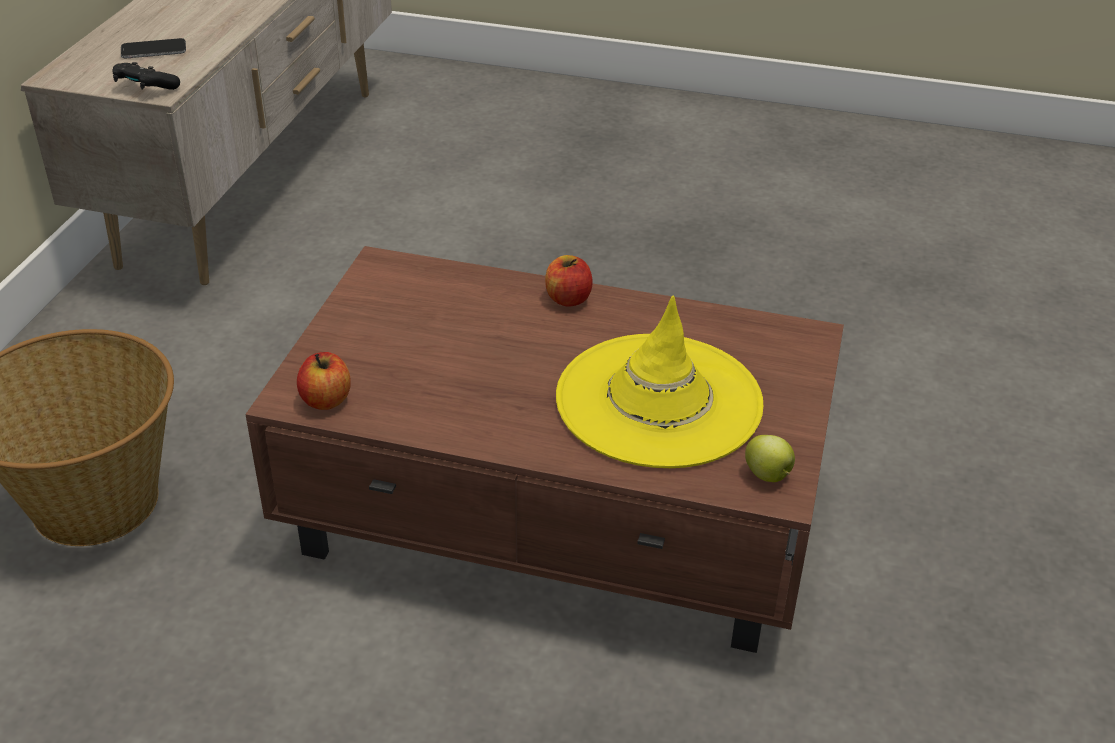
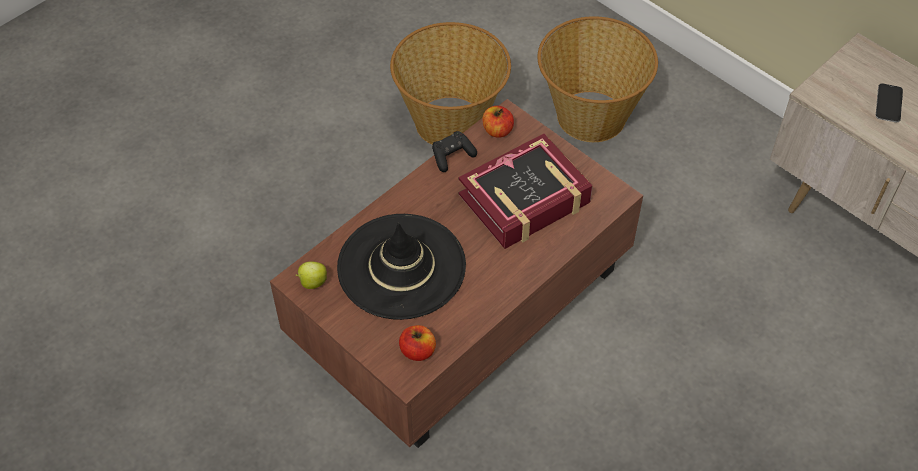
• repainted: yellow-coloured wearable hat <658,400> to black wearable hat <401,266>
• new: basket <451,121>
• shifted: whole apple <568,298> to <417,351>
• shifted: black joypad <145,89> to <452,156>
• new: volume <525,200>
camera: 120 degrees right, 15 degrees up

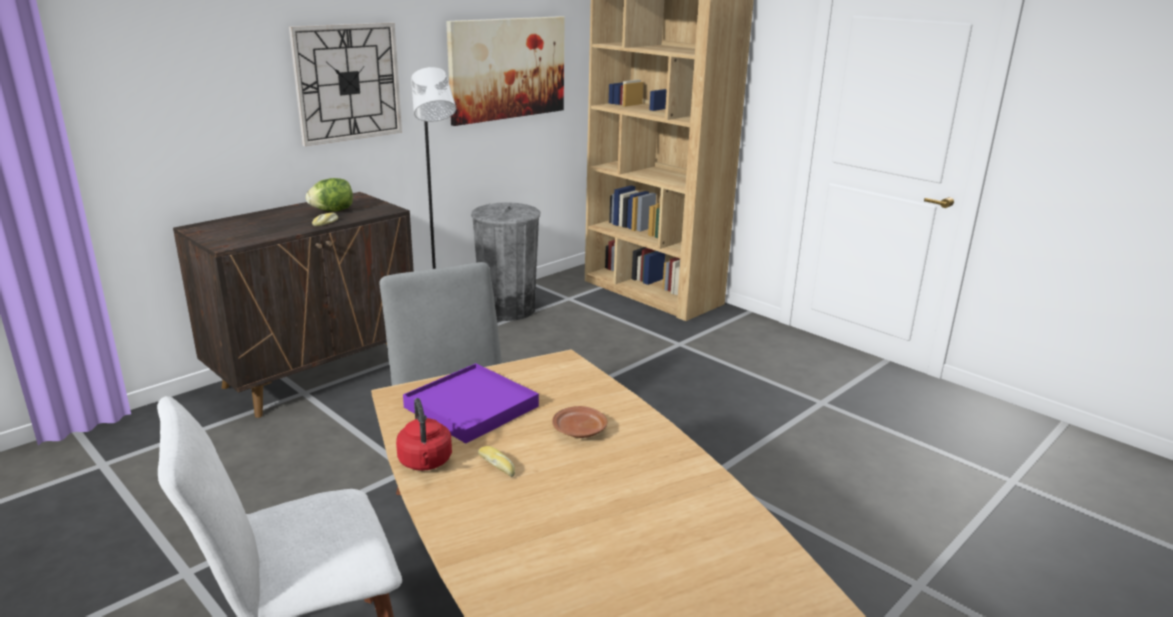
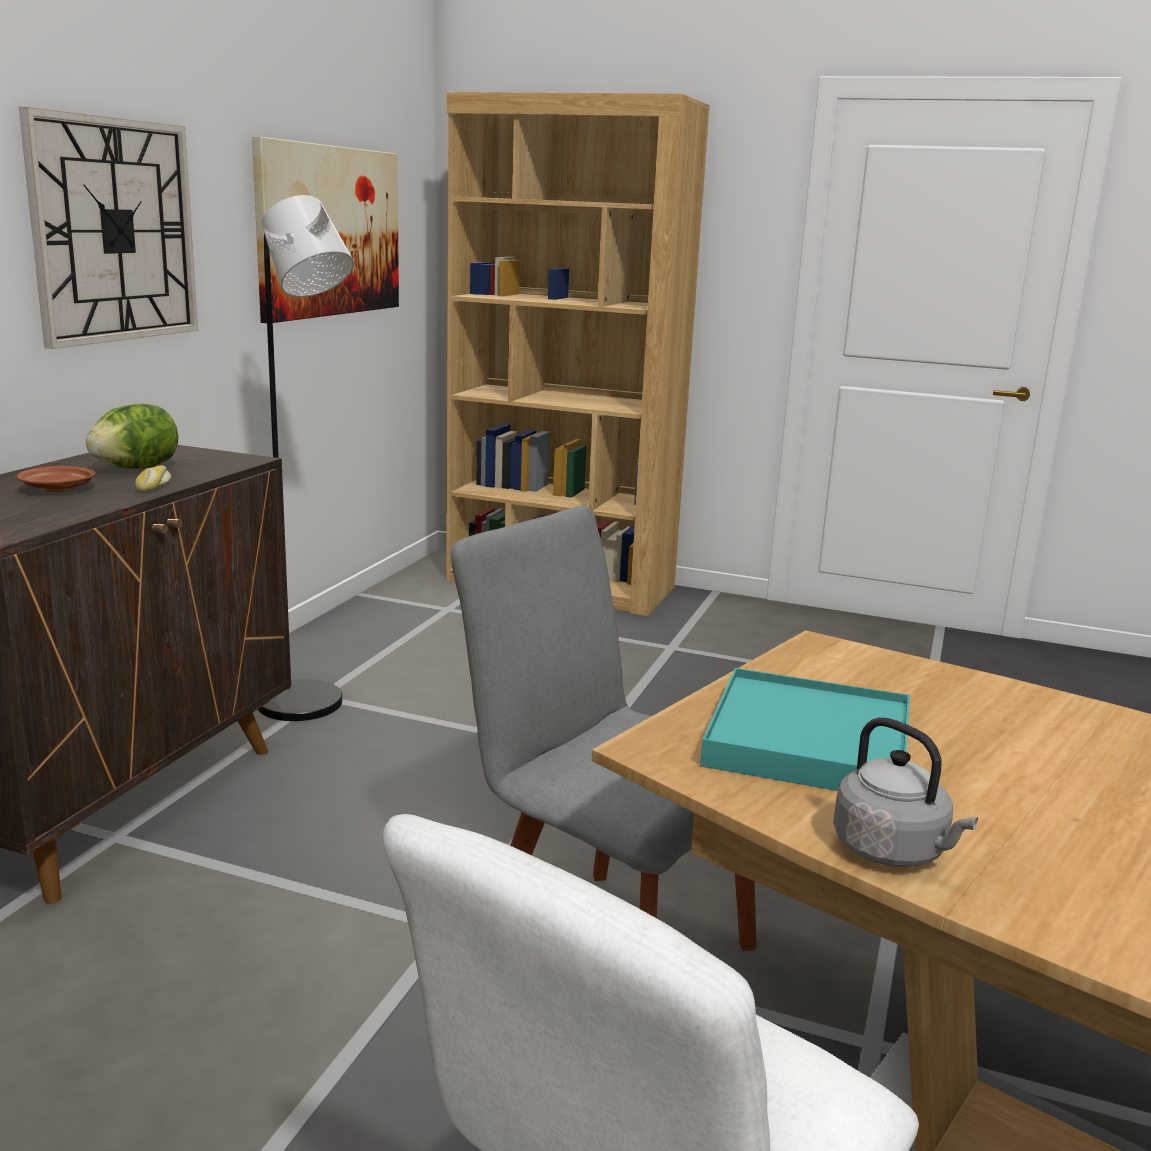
• shifted: brown flat dish <579,431> to <58,489>
• repainted: purple carrying tray <471,406> to blue-green carrying tray <808,741>
• repainted: red-coloured water kettle <425,463> to grey water kettle <894,851>
• gone: grey trash can <507,309>
• gone: bread <498,466>
camera: 25 degrees left, 5 degrees down

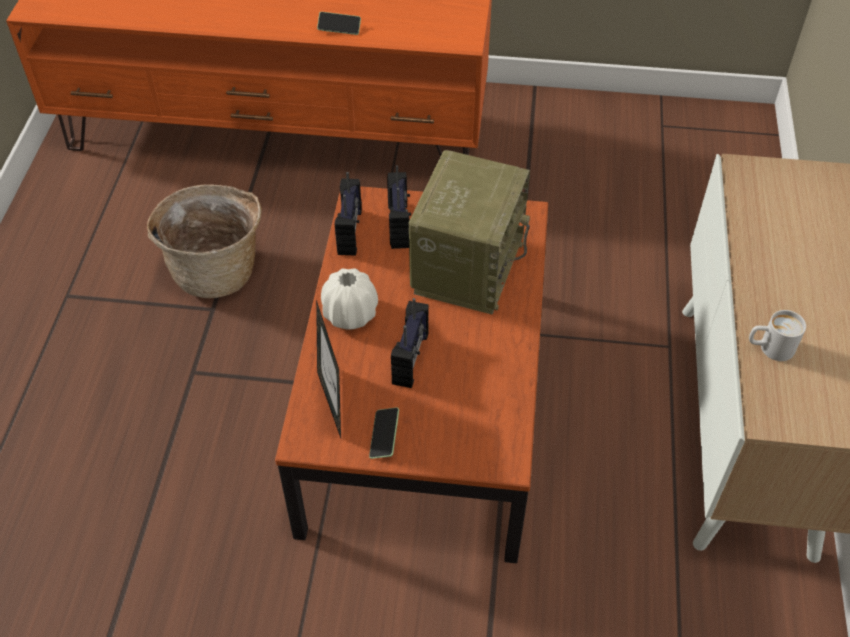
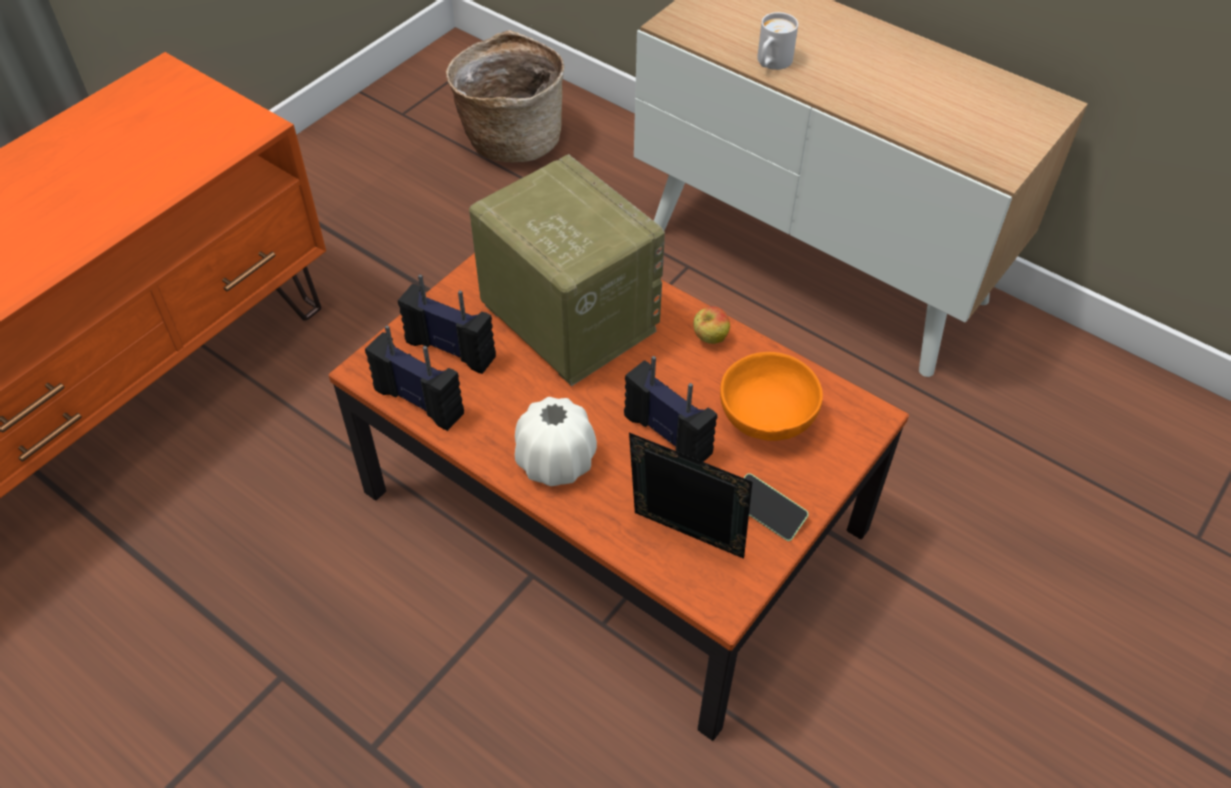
• shifted: basket <217,269> to <510,138>
• new: whole apple <710,339>
• new: orange-coloured serving bowl <766,421>
• shifted: white-coloured mug <769,348> to <771,63>
• gone: handset <339,28>
camera: 60 degrees left, 0 degrees up

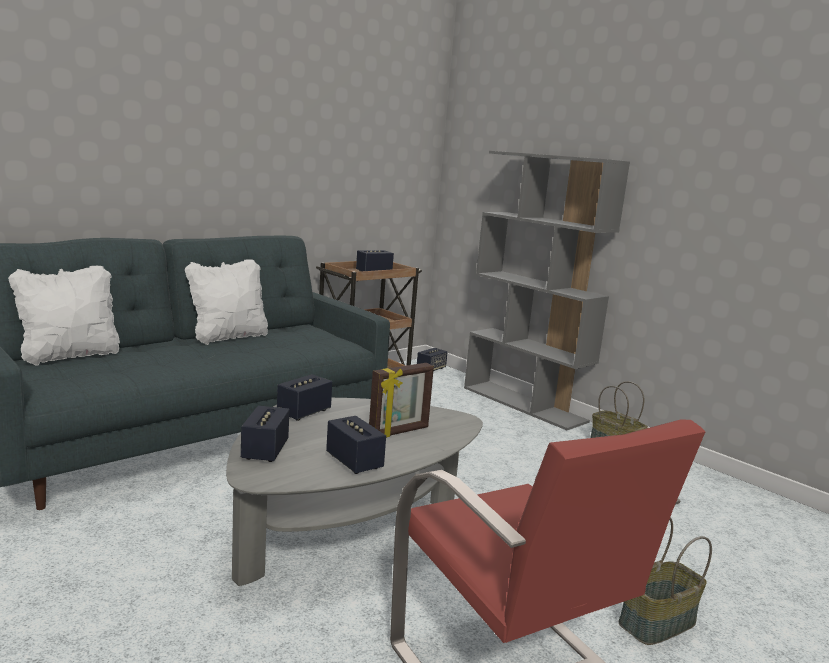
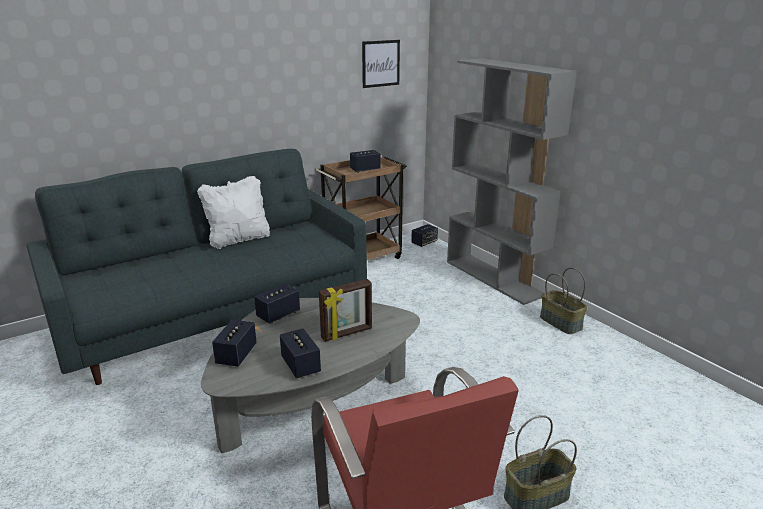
• new: wall picture <380,63>
• gone: white-coloured cushion <69,356>
camera: 10 degrees right, 10 degrees up

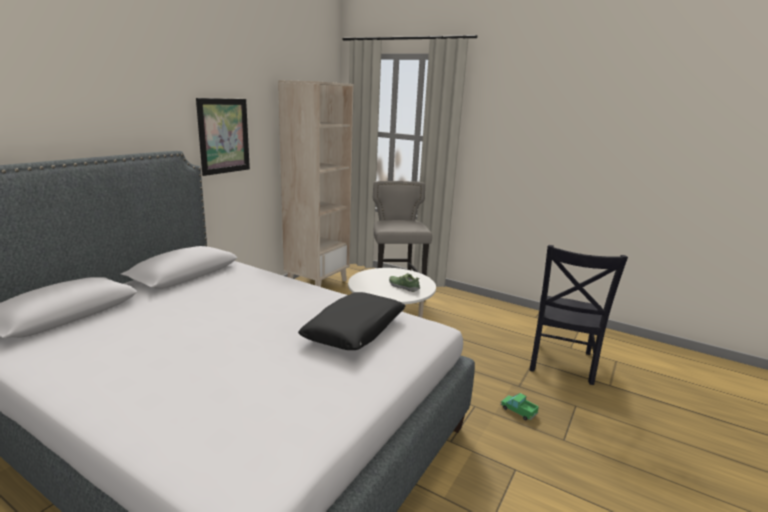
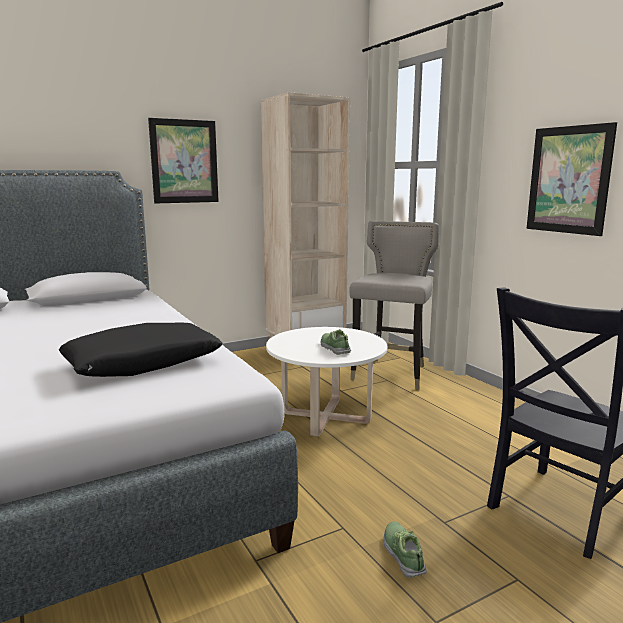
• swapped: toy lorry <518,411> to item of footwear <403,555>
• new: wall picture <568,180>
camera: 30 degrees right, 5 degrees down

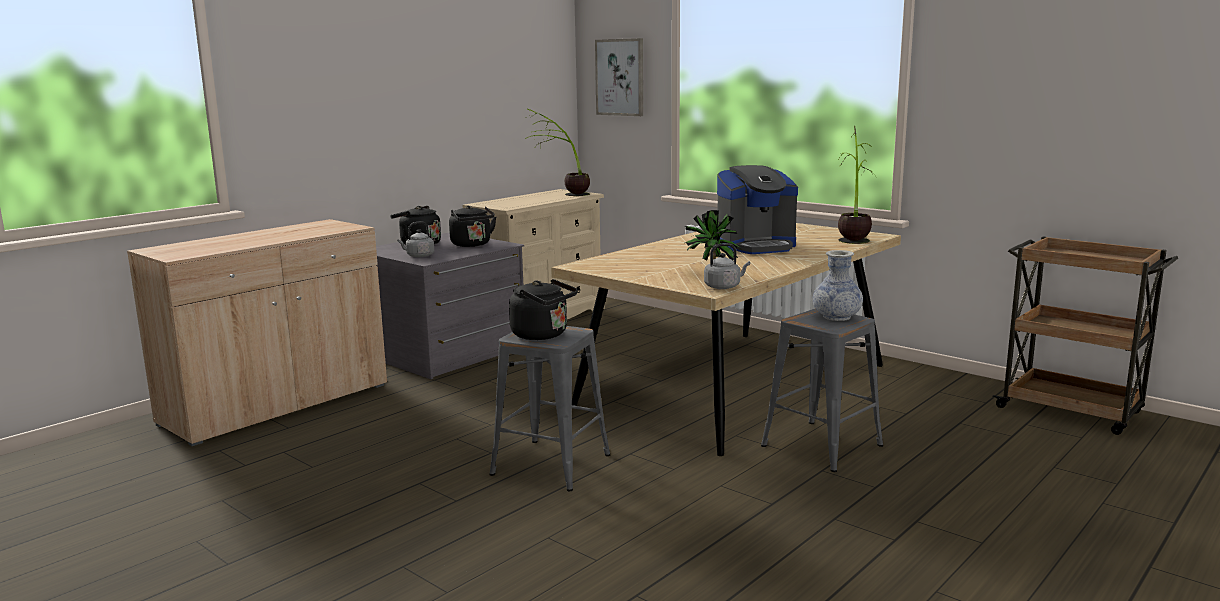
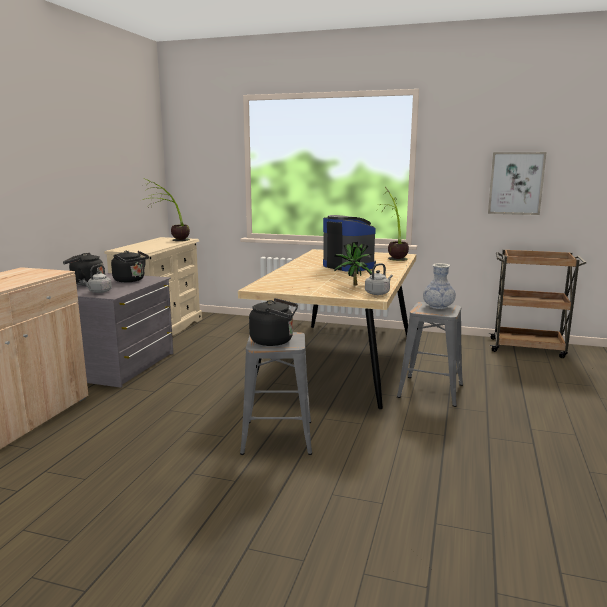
• rotated: coffee machine <756,246> = <349,266> 90 degrees counterclockwise
• shifted: wall picture <620,77> to <516,183>
camera: 25 degrees left, 0 degrees up

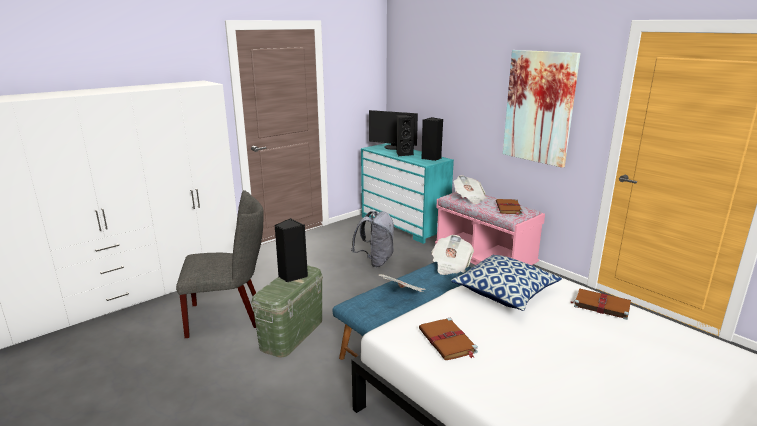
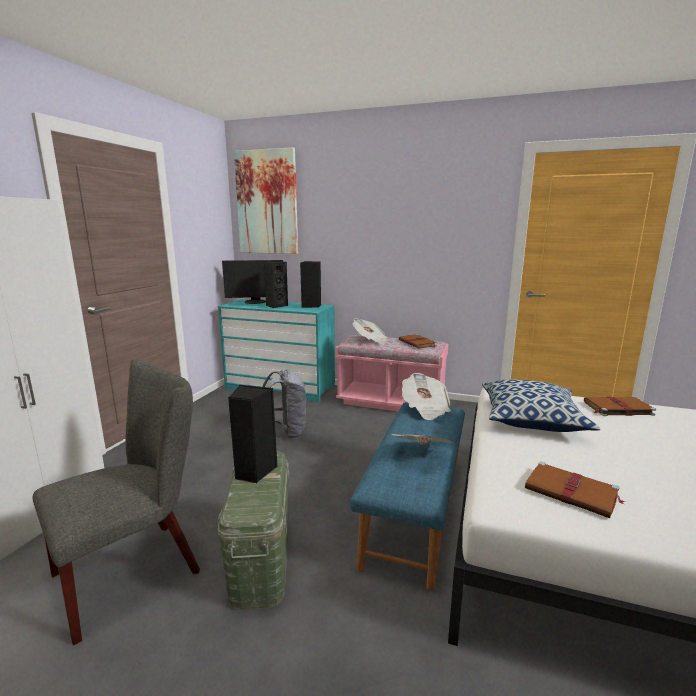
• shifted: wall picture <539,107> to <267,203>
camera: 30 degrees left, 5 degrees down

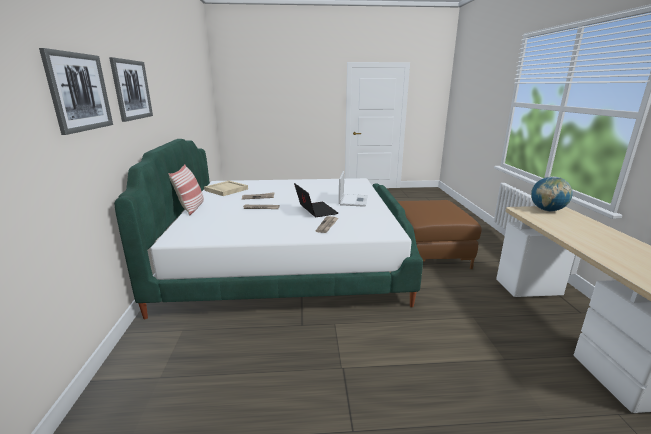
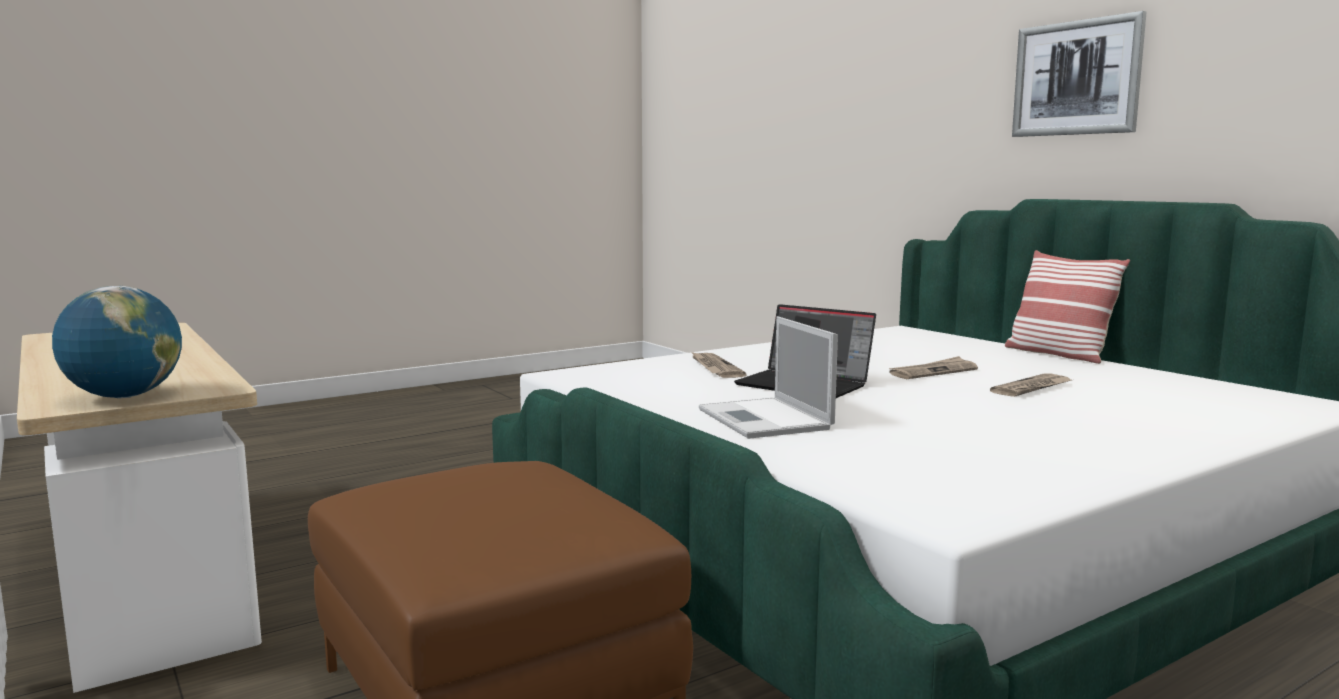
• gone: wall picture <79,92>
• gone: beige carrying tray <226,190>
camera: 150 degrees right, 10 degrees down

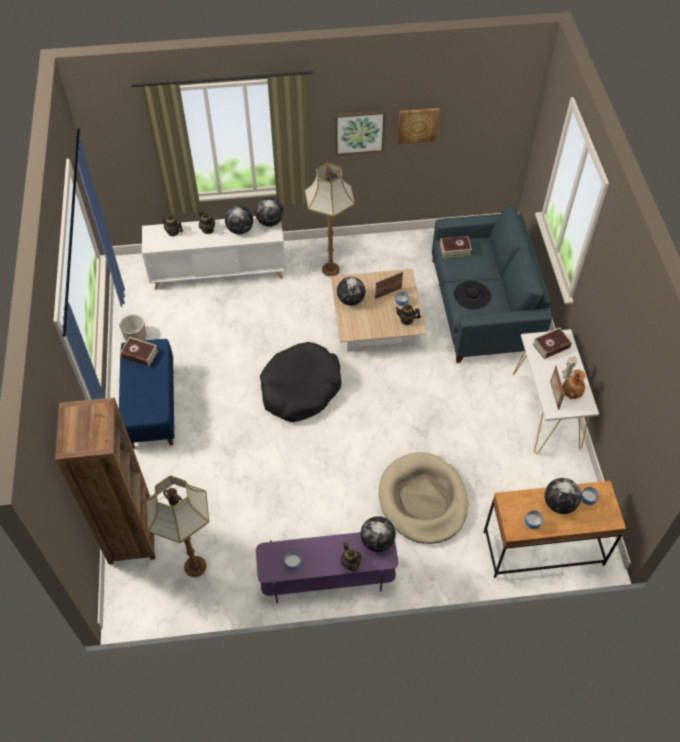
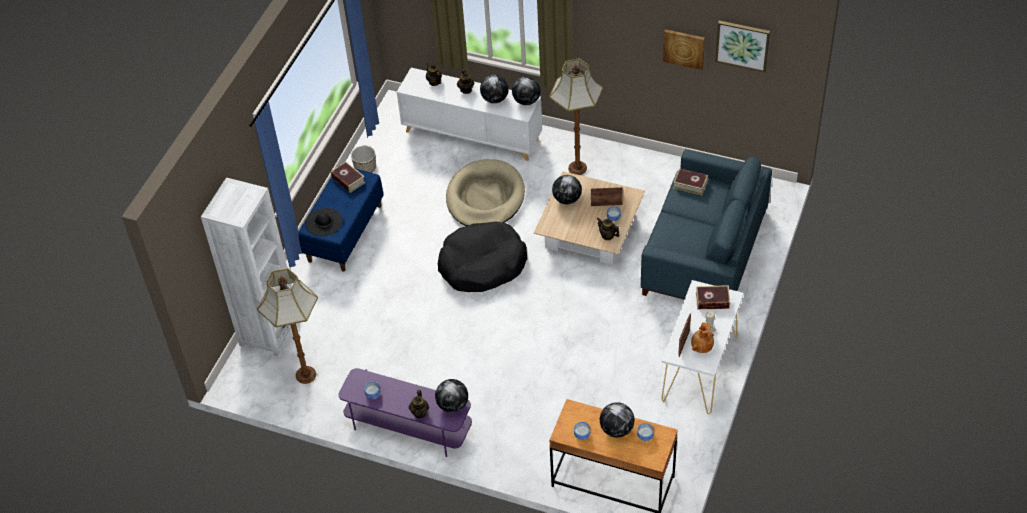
• repainted: brown bookshelf <132,536> to white-coloured bookshelf <269,331>
• shifted: black wearable hat <472,295> to <324,222>
• shifted: beige dog bed <423,500> to <485,198>
• shifted: wall picture <359,132> to <742,45>
camera: 30 degrees right, 5 degrees down

